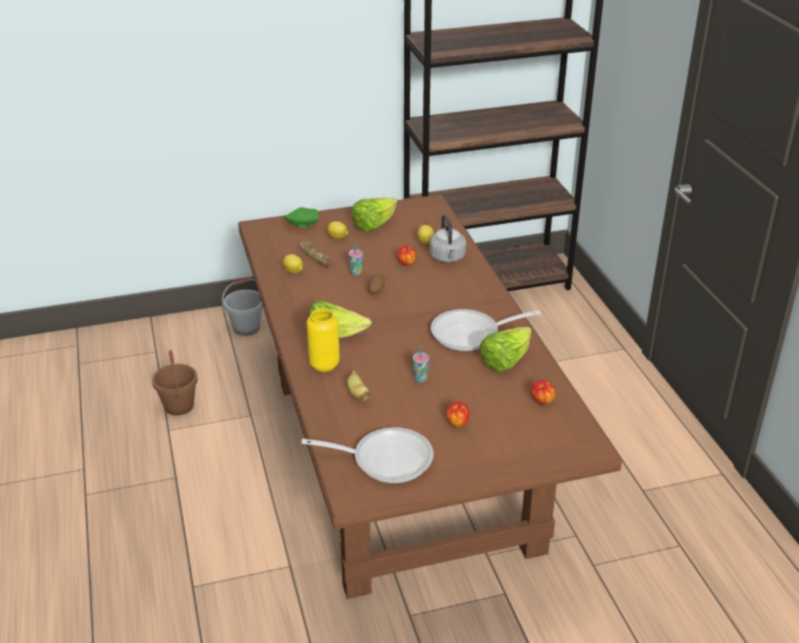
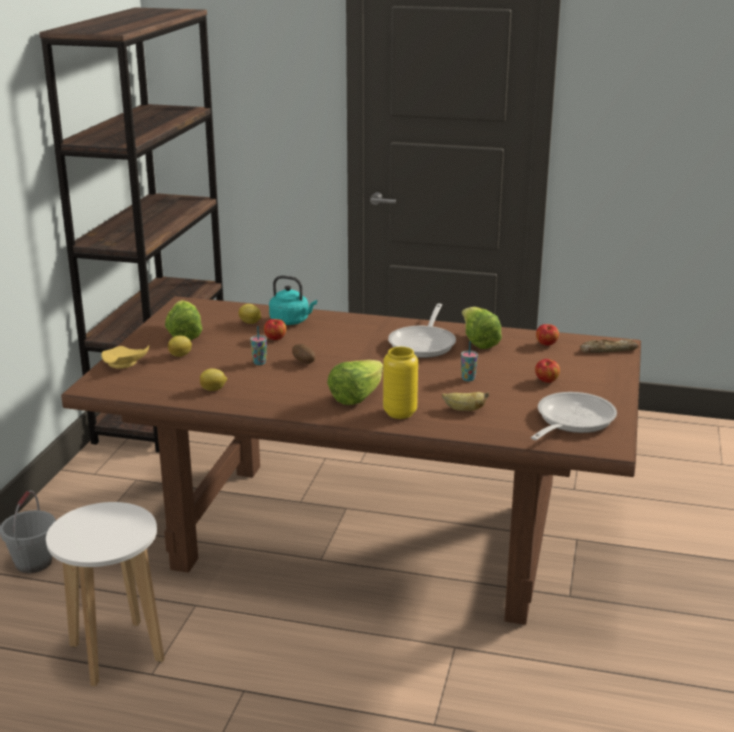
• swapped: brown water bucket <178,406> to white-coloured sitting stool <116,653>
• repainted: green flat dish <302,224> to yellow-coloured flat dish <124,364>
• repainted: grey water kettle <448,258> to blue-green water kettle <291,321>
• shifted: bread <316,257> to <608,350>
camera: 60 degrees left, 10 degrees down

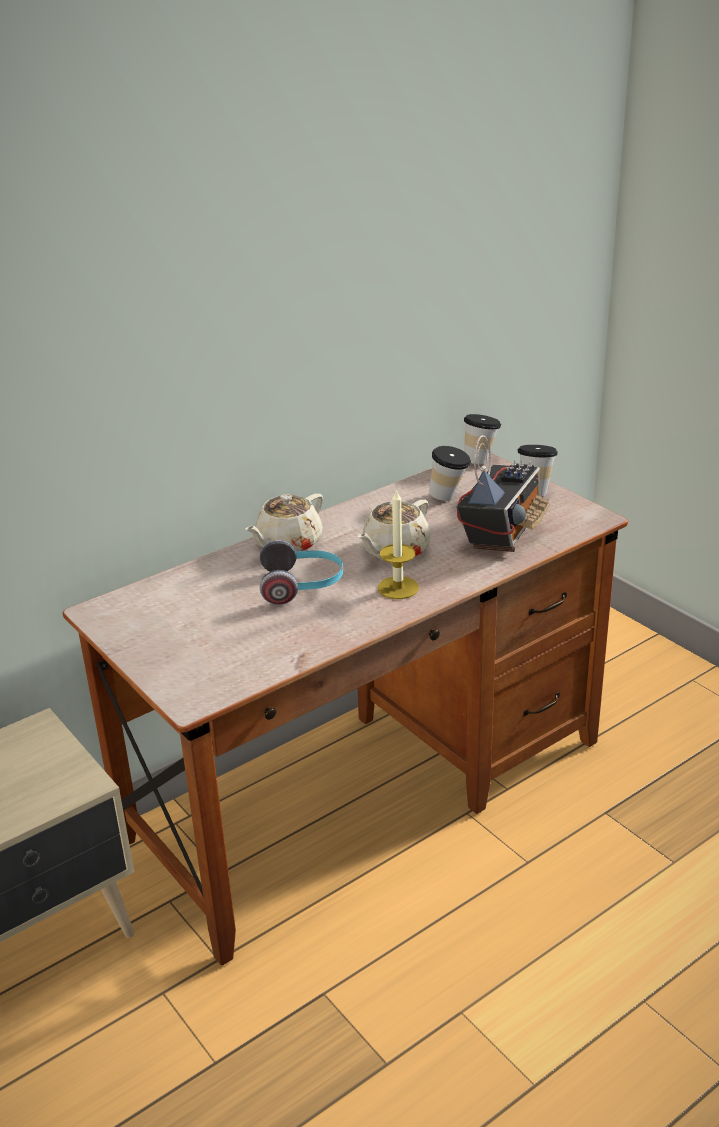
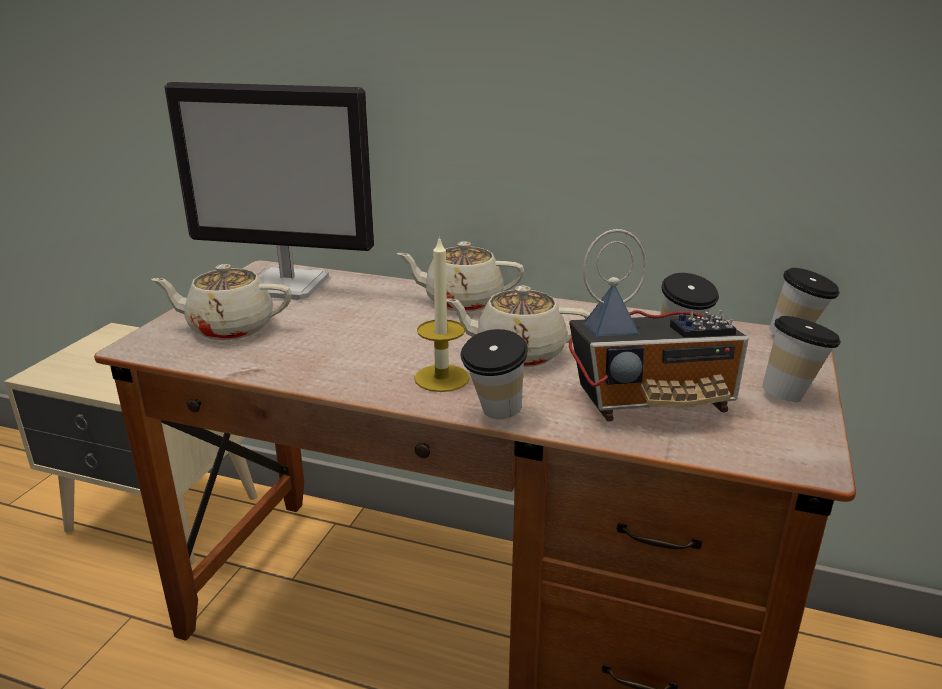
• new: beige tea pot <229,328>
• new: computer screen <288,285>
• new: small cup <494,415>
• gone: pair of headphones <302,586>
camera: 55 degrees right, 5 degrees down

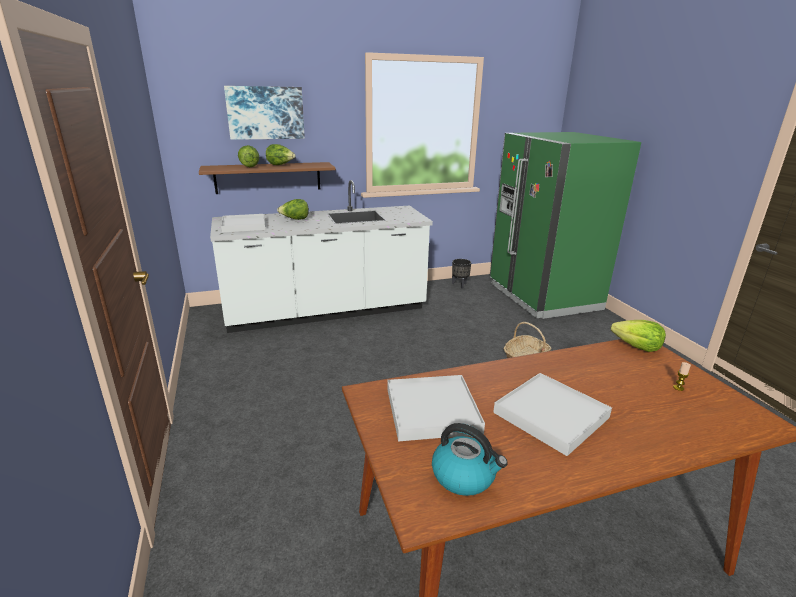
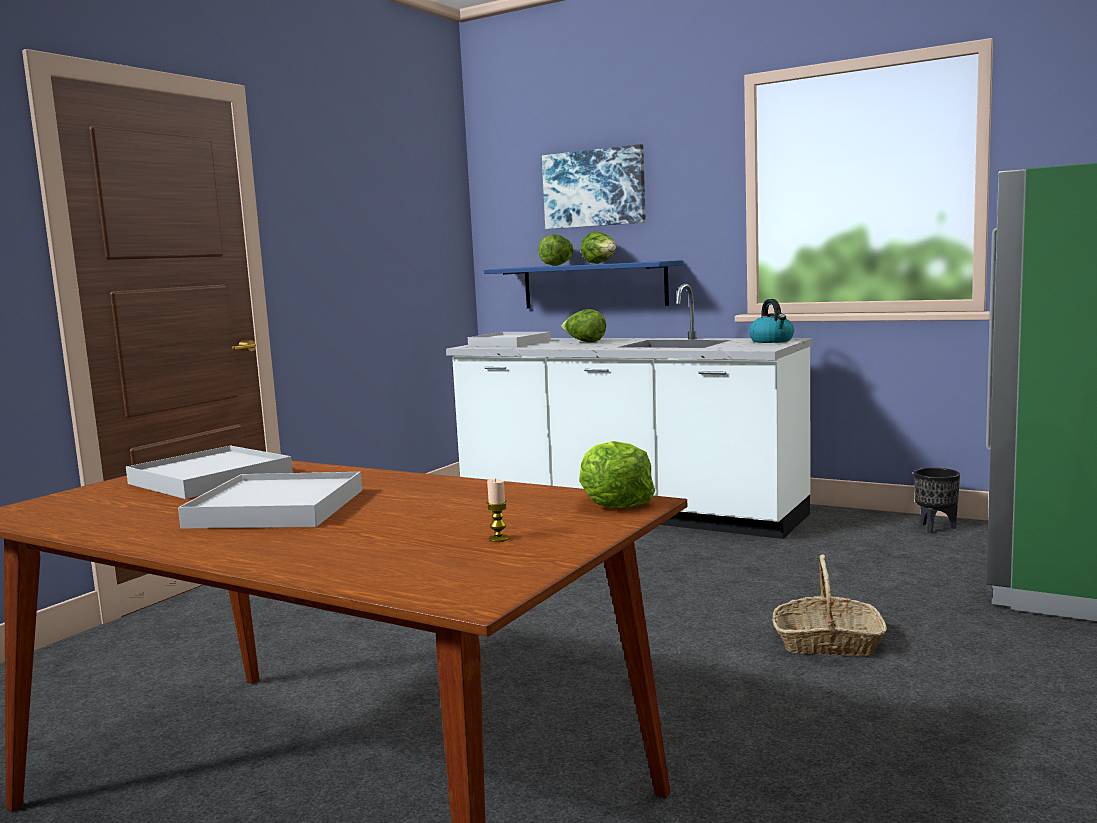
• repainted: brown wall shelf <268,177> to blue-coloured wall shelf <594,285>
• shifted: water kettle <464,476> to <772,341>
camera: 50 degrees right, 15 degrees down

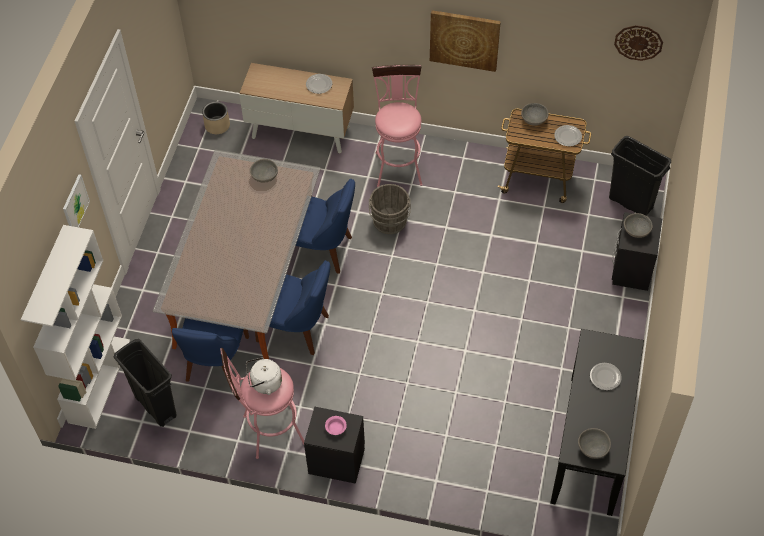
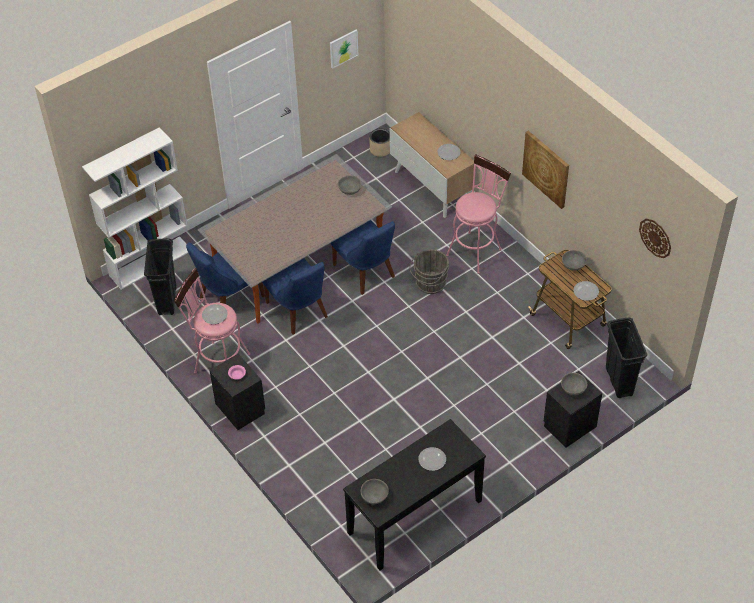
• swapped: white-coloured water kettle <264,383> to flat dish <214,315>
• shifted: wall picture <75,204> to <343,48>
camera: 40 degrees right, 5 degrees down

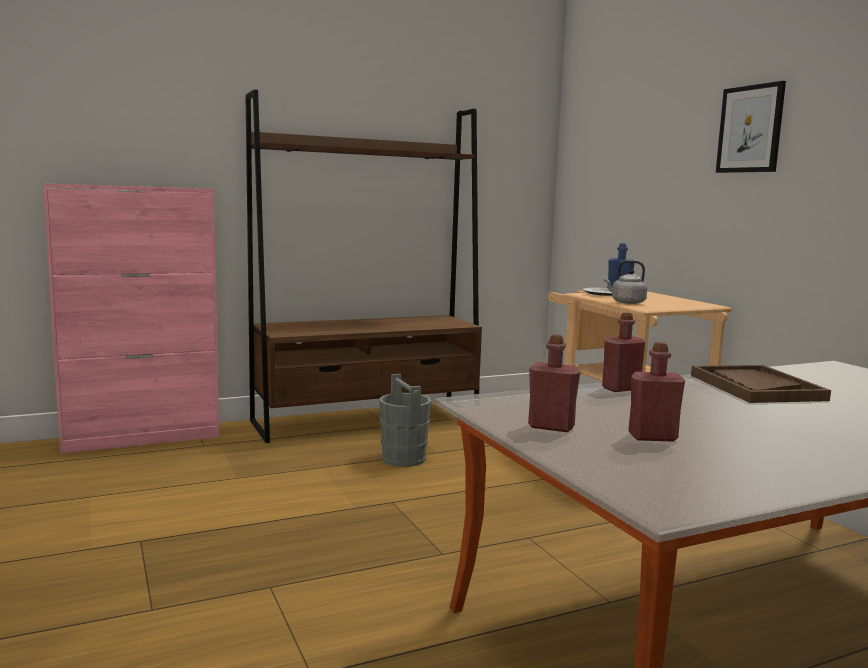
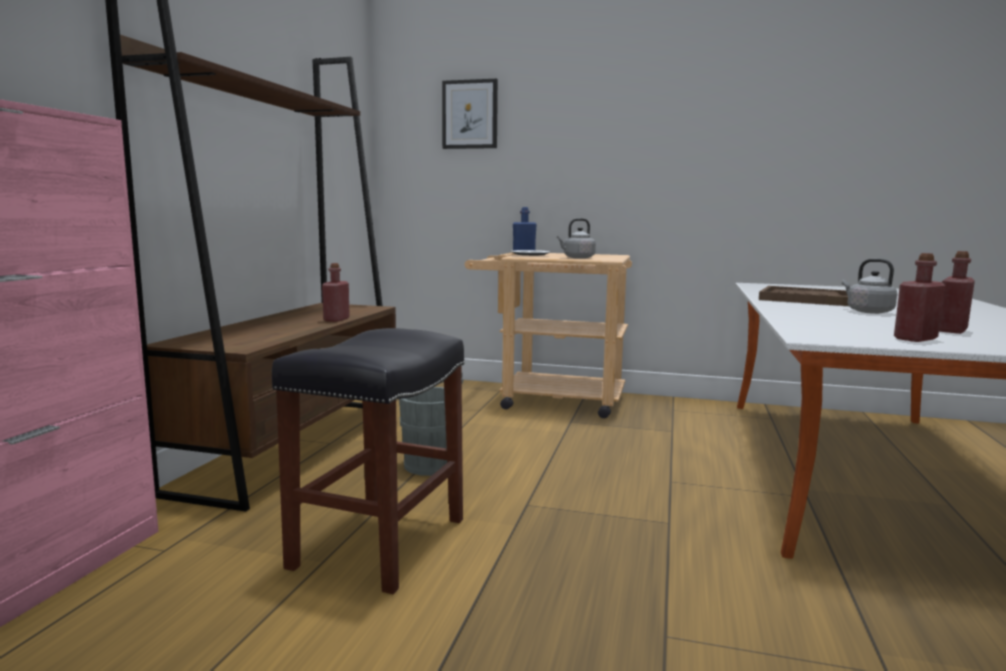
• new: black sitting stool <380,541>
• shifted: red-coloured bottle <621,388> to <336,319>
• shifted: wall picture <750,129> to <470,114>
• new: grey water kettle <867,311>
camera: 50 degrees left, 0 degrees up

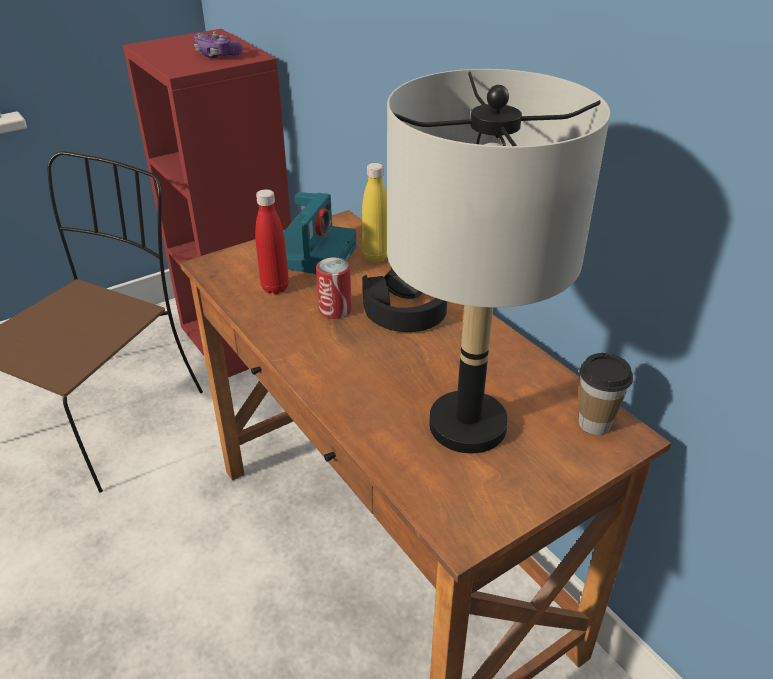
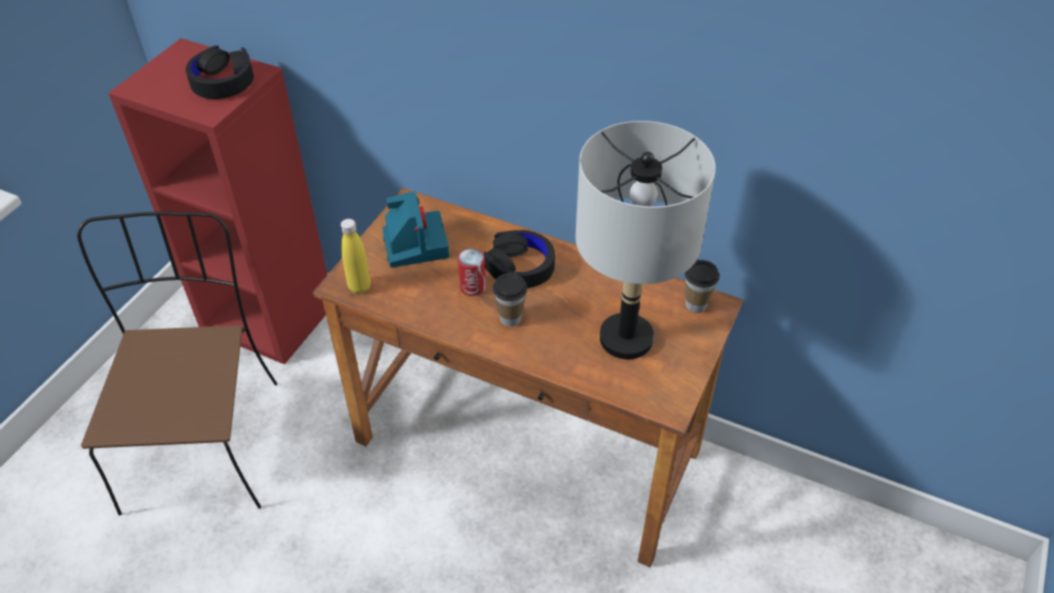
• swapped: joypad <217,55> to black pair of headphones <223,81>
• shifted: yellow-coloured bottle <376,257> to <359,287>
• new: small cup <510,318>
• gone: red-coloured bottle <275,288>
camera: 30 degrees left, 10 degrees up

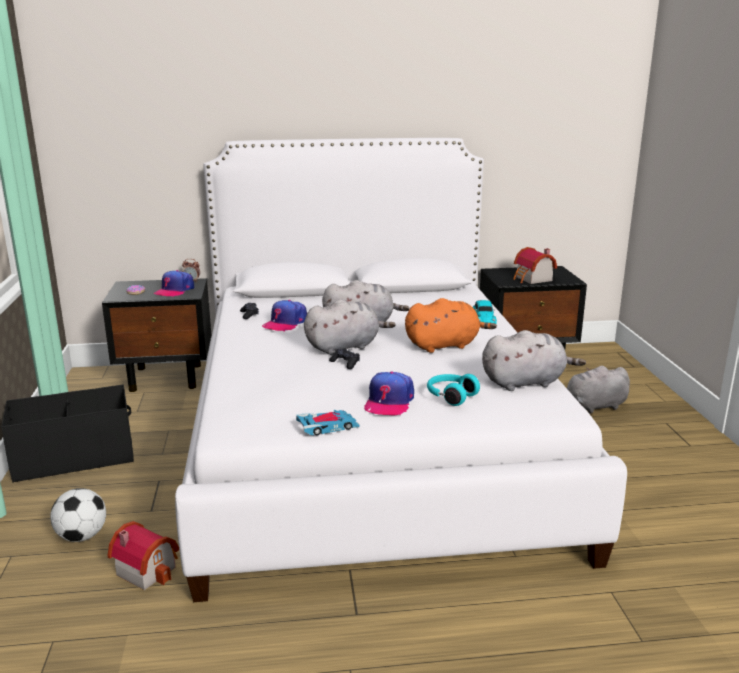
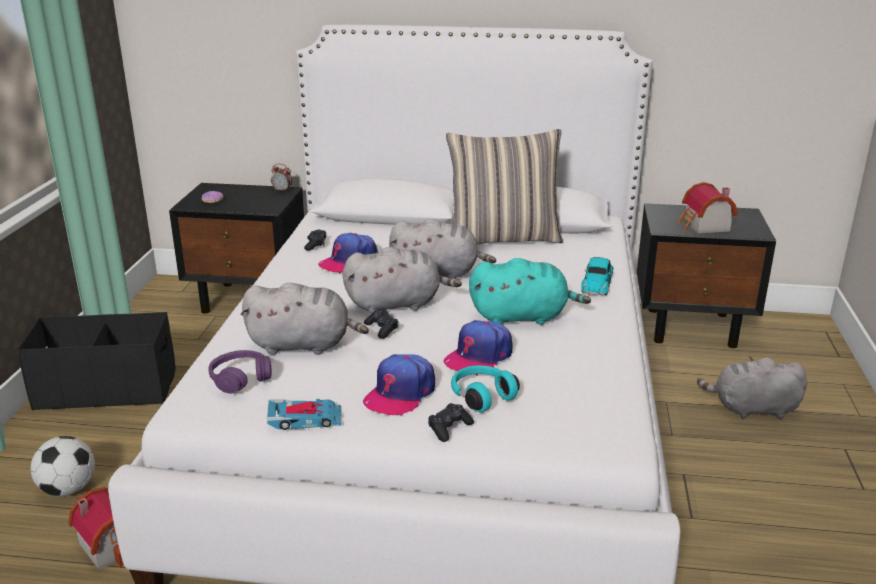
• new: purple pair of headphones <240,378>
• shifted: grey cuddly toy <526,382> to <304,345>
• new: black joypad <449,428>
• shifted: cap <174,290> to <478,356>
• new: cushion <504,238>
• repainted: orange-coloured cuddly toy <445,345> to blue-green cuddly toy <522,317>
camera: 15 degrees right, 5 degrees up

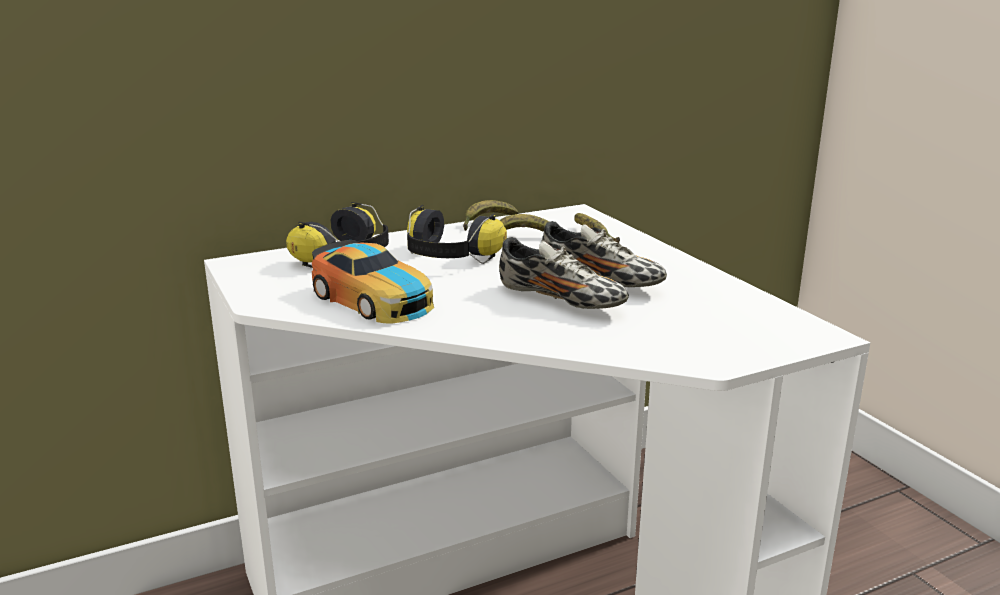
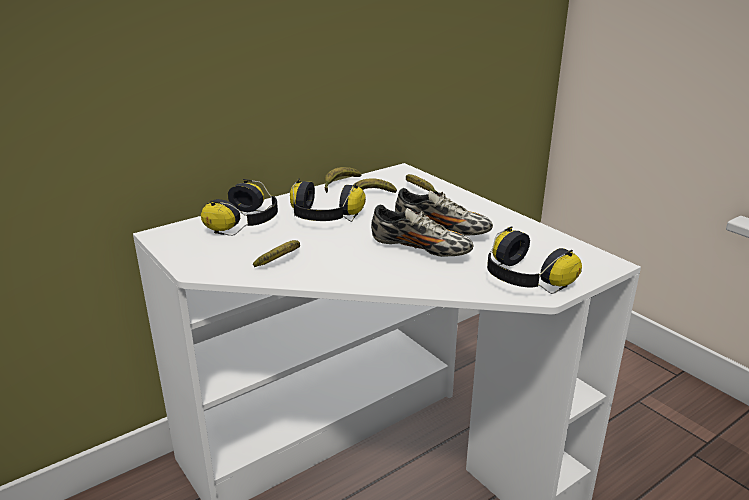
• swapped: model car <374,300> to whole banana <282,260>
• new: pair of headphones <523,280>
camera: 10 degrees left, 5 degrees up

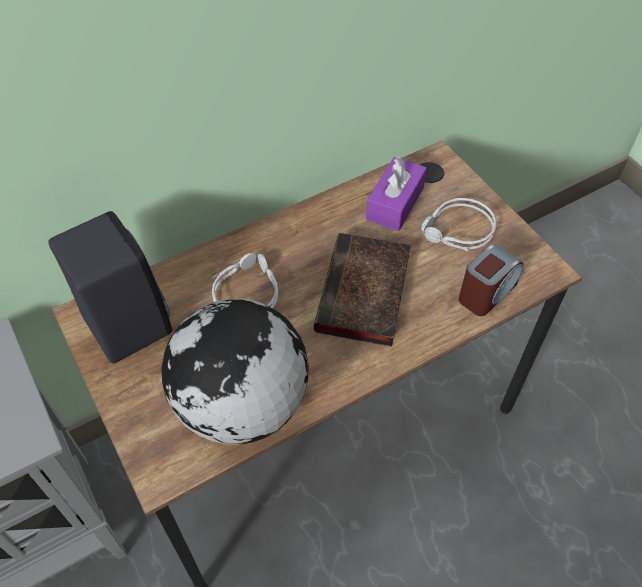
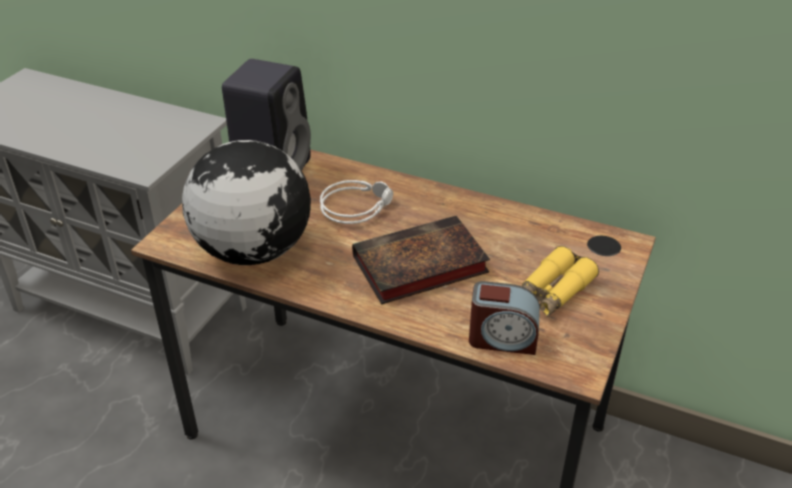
• swapped: grey pair of headphones <457,232> to yellow-coloured pair of binoculars <553,291>
• gone: purple box of tissues <395,203>
camera: 55 degrees right, 15 degrees down

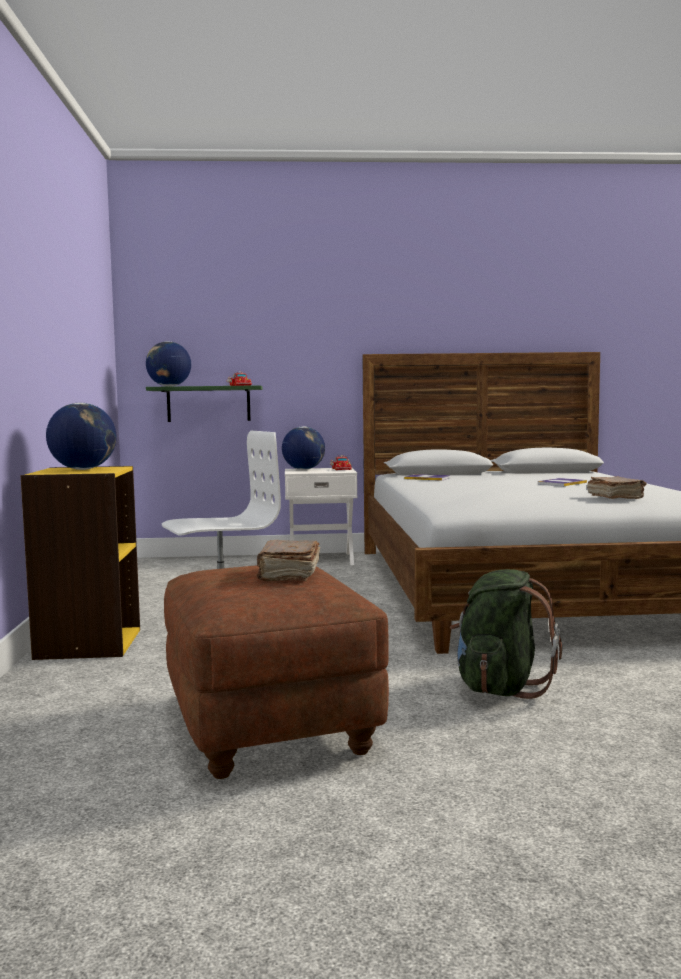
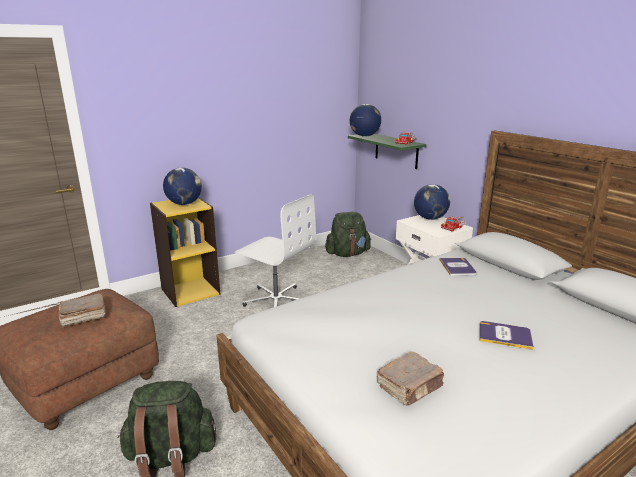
• new: green backpack <347,254>
camera: 60 degrees right, 15 degrees up

